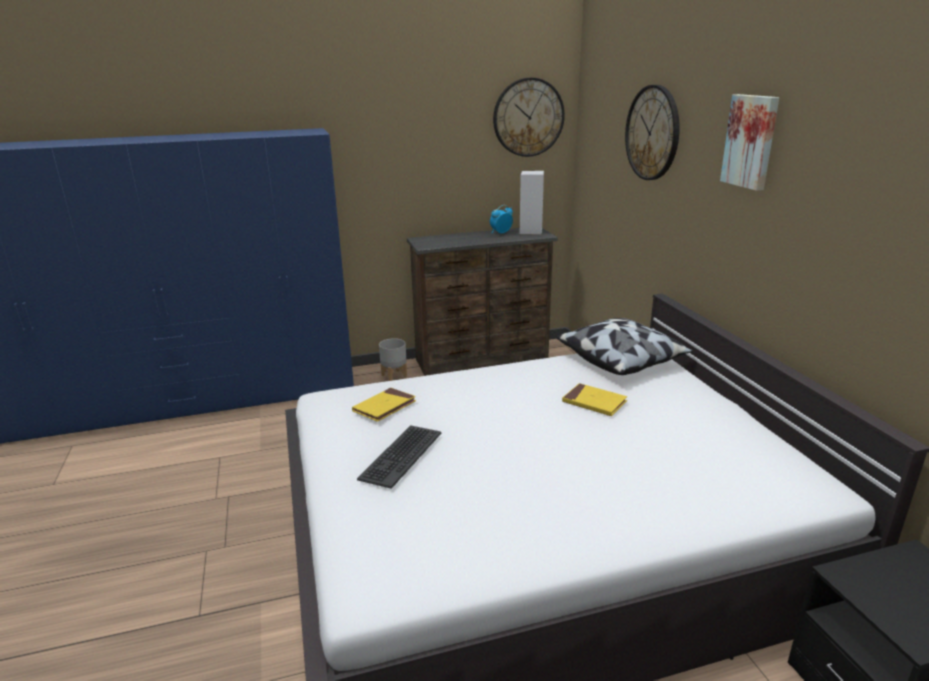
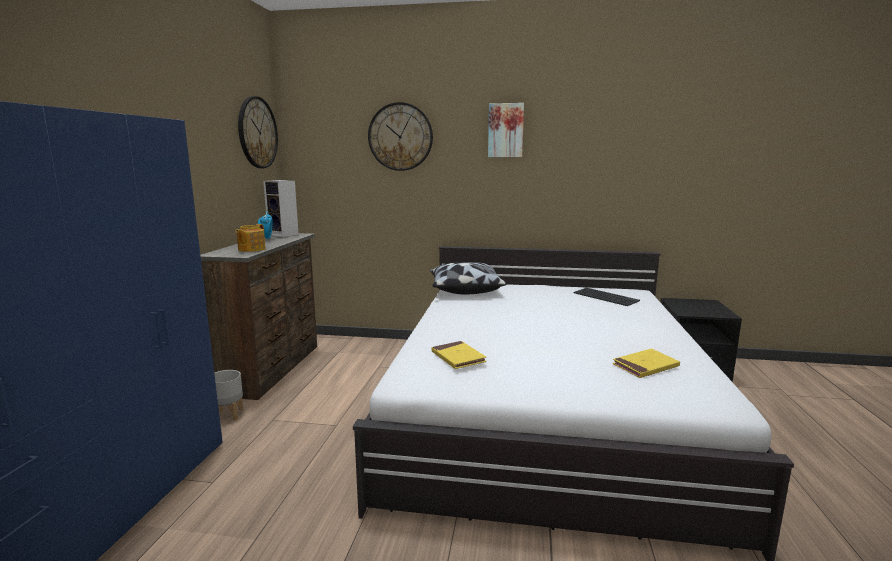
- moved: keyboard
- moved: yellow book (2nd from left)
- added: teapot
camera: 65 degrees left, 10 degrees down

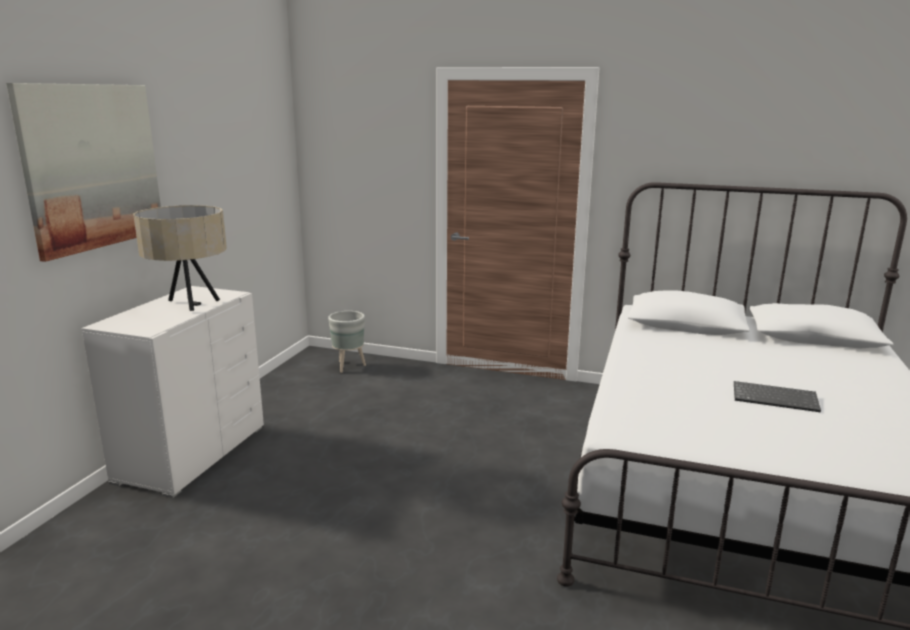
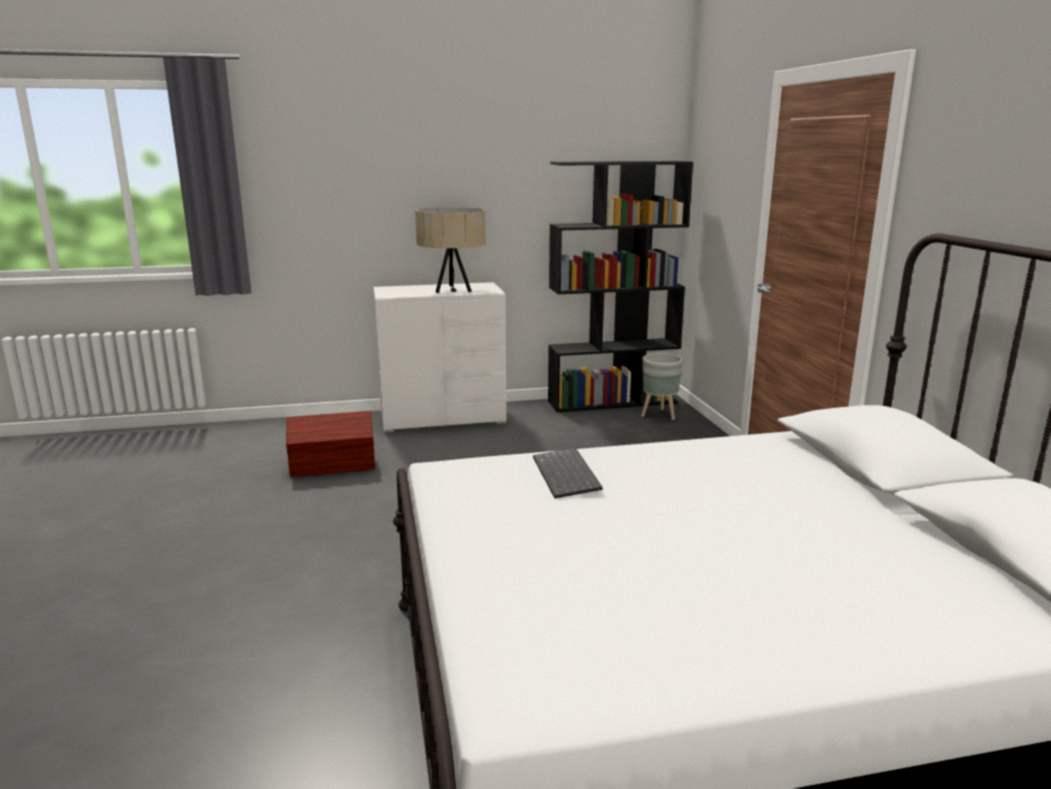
- removed: picture
- moved: keyboard
- added: brown storage box
- added: black bookcase
camera: 60 degrees right, 0 degrees up

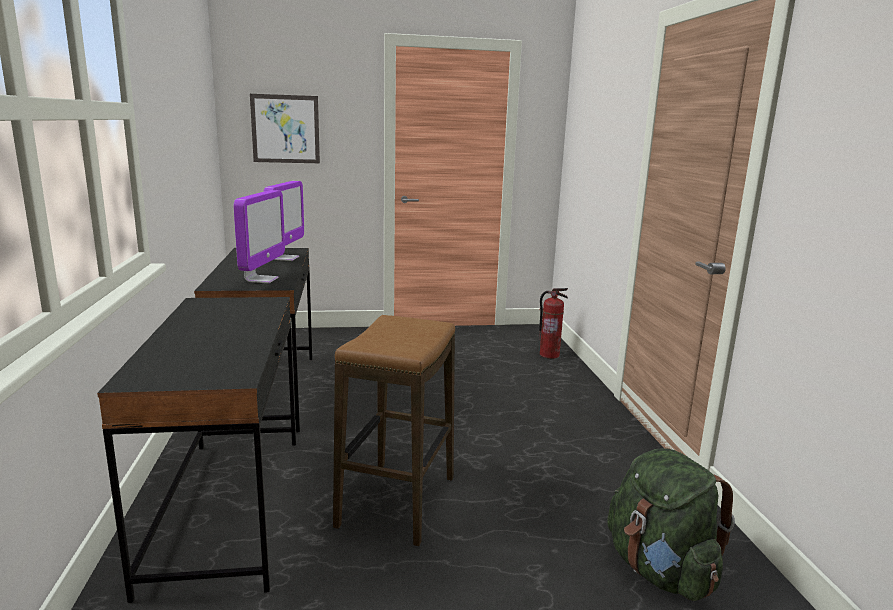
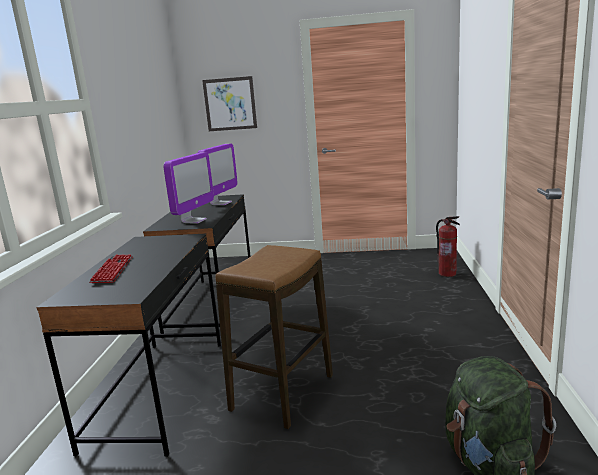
- added: keyboard
camera: 15 degrees right, 0 degrees up

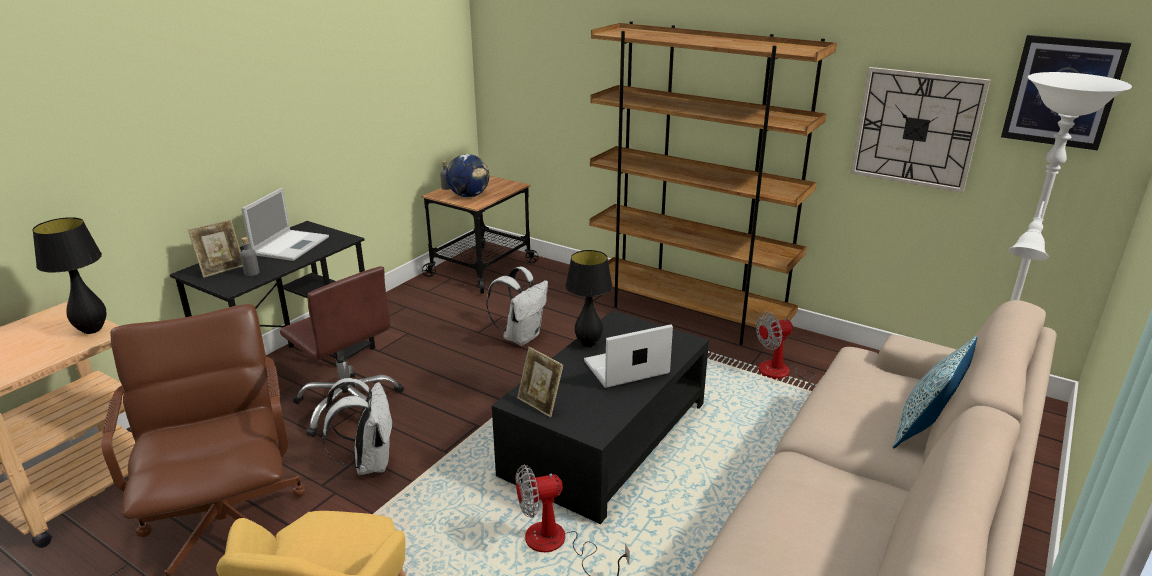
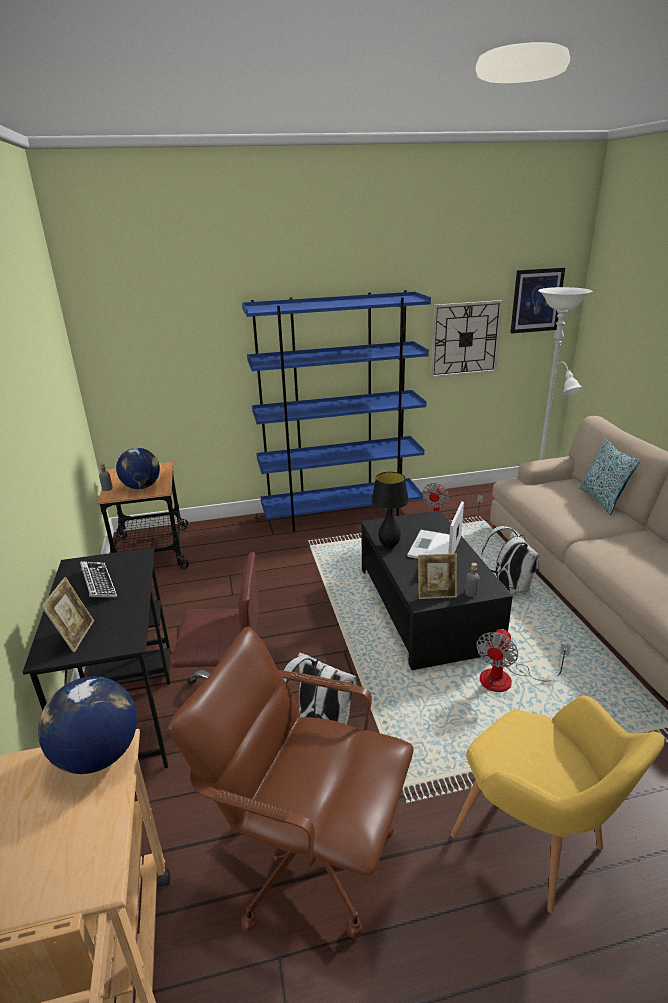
- replaced: black table lamp (1st from left) to globe (1st from left)
- moved: grey bottle (1st from left in the first image) to grey bottle (2nd from left)
- replaced: laptop (1st from left) to keyboard
- moved: white backpack (2nd from left)
- recoloured: brown bookcase to blue bookcase
camera: 45 degrees left, 0 degrees up

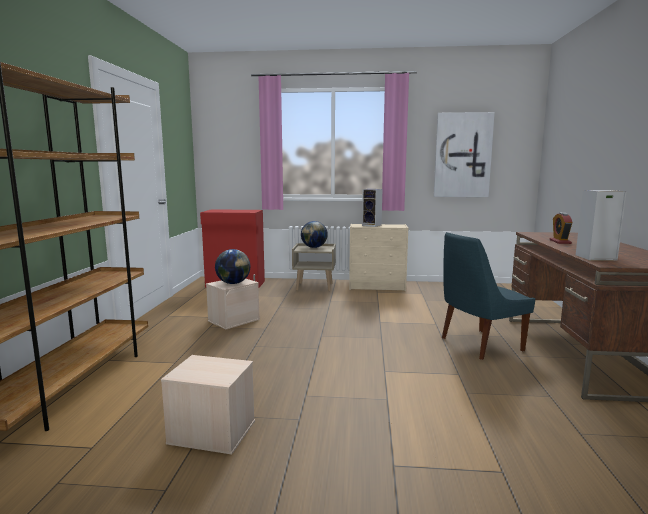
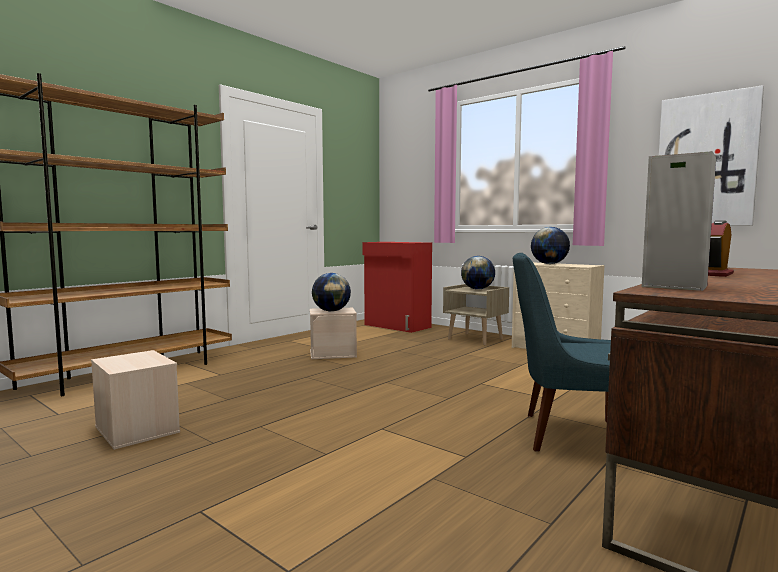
- replaced: speaker (1st from left) to globe (3rd from left)
camera: 35 degrees right, 5 degrees down

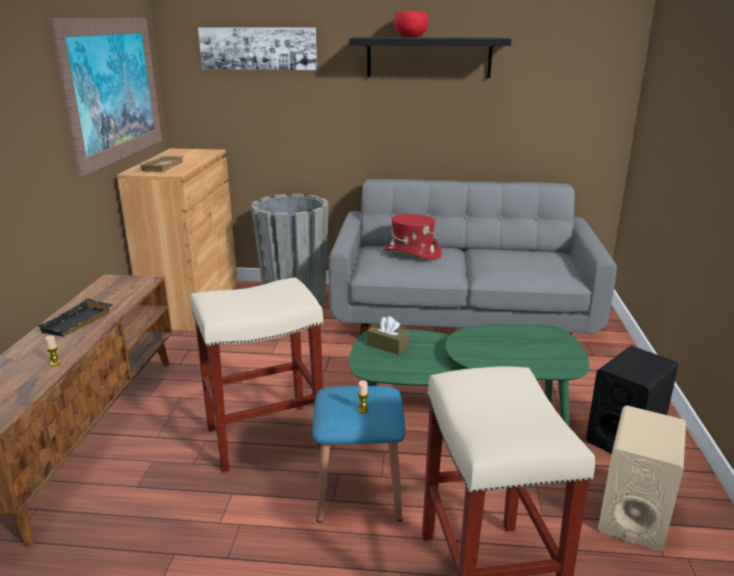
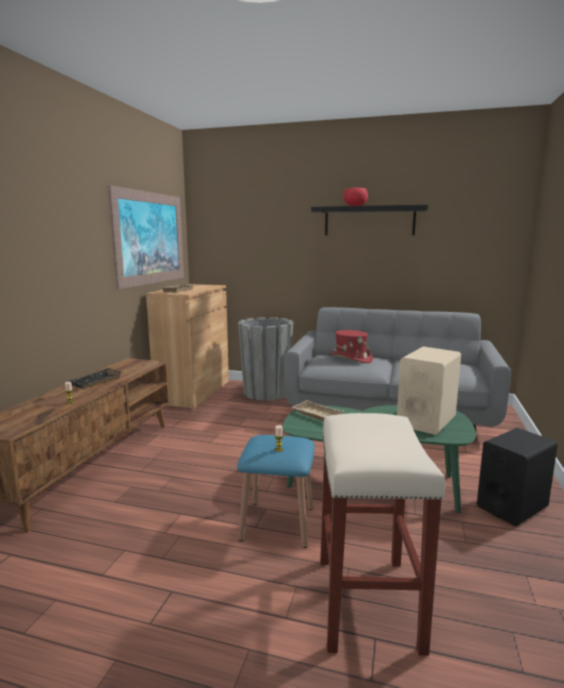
- removed: beige stool (1st from left)
- removed: picture (2nd from left)
- replaced: brown tissue box to beige tray (2nd from left)
- moved: beige speaker
camera: 10 degrees right, 10 degrees down

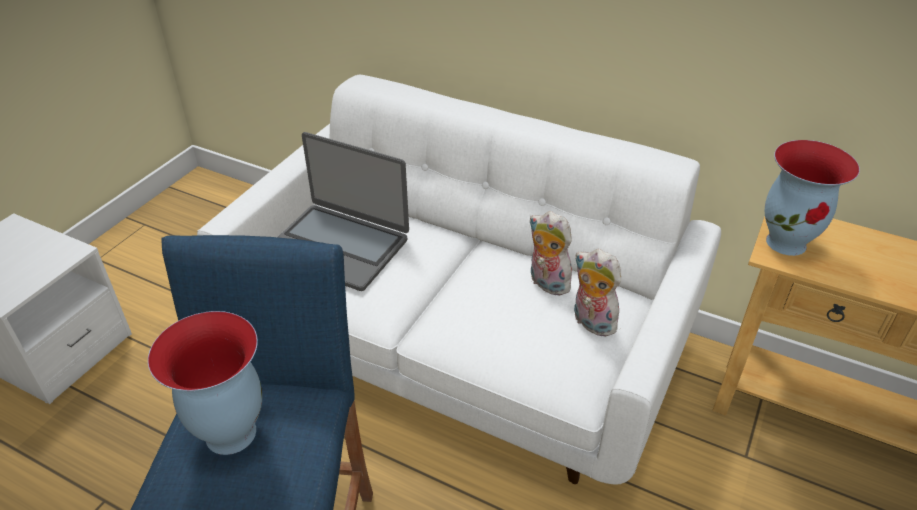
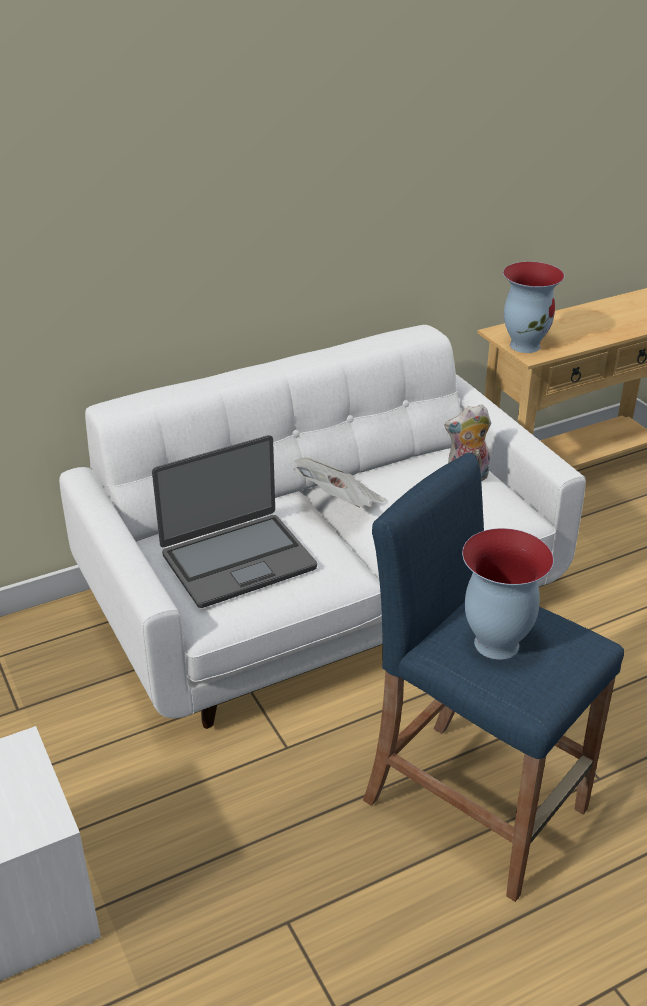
- removed: plush toy (1st from left)
- added: newspaper
camera: 55 degrees left, 5 degrees down

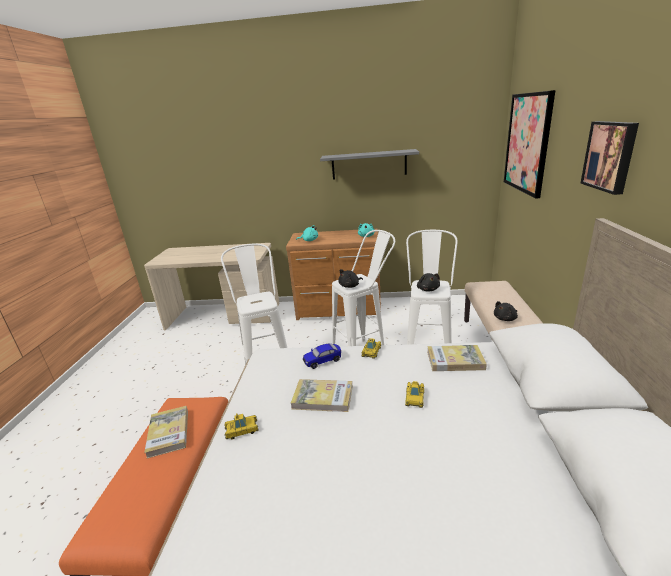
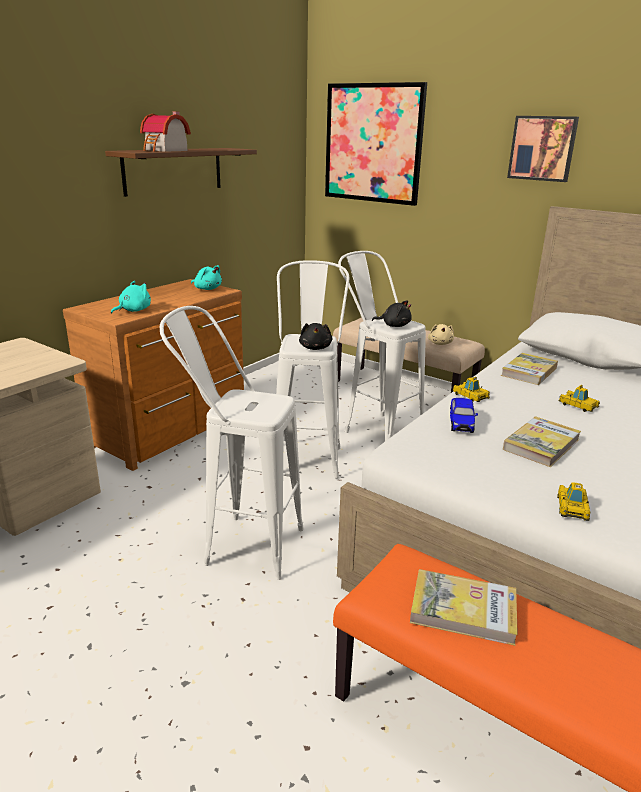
- recoloured: grey shelf to brown shelf
- recoloured: black plush toy (3rd from left) to beige plush toy
- added: toy house
camera: 60 degrees left, 0 degrees up

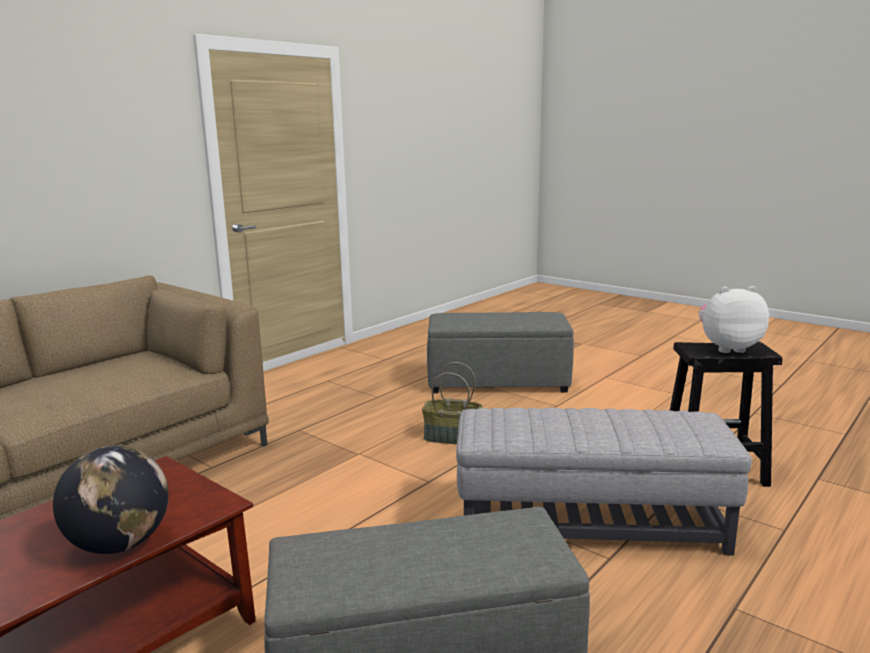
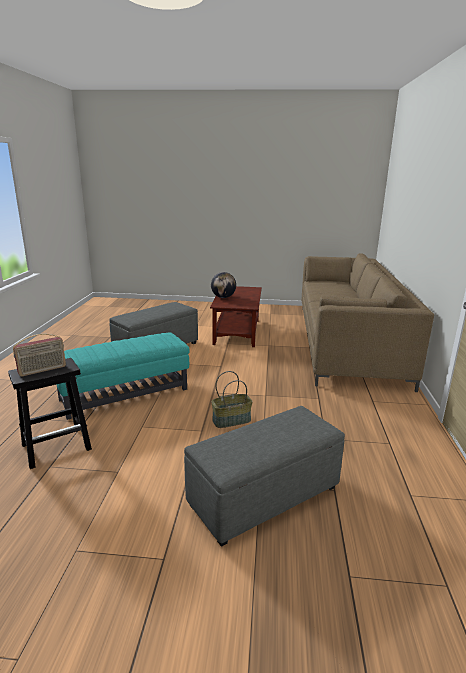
- recoloured: grey ottoman (3rd from left) to turquoise ottoman
- replaced: plush toy to radio
camera: 145 degrees right, 5 degrees up

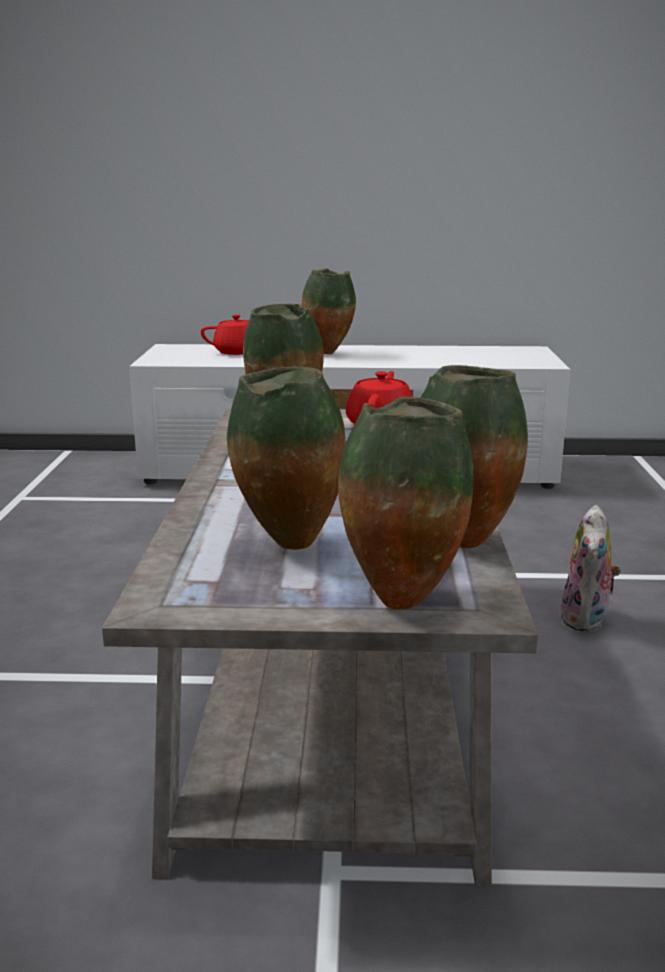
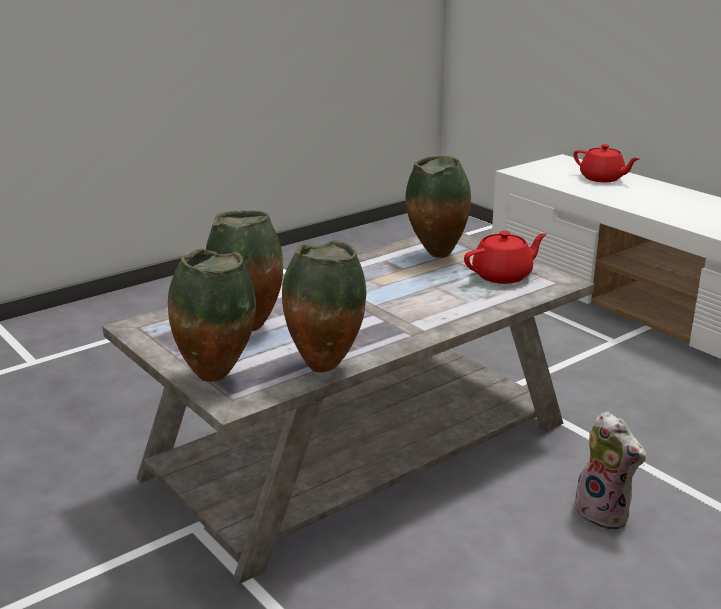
- removed: vase (3rd from left)
- turned: plush toy 105 degrees counterclockwise
camera: 50 degrees right, 5 degrees up

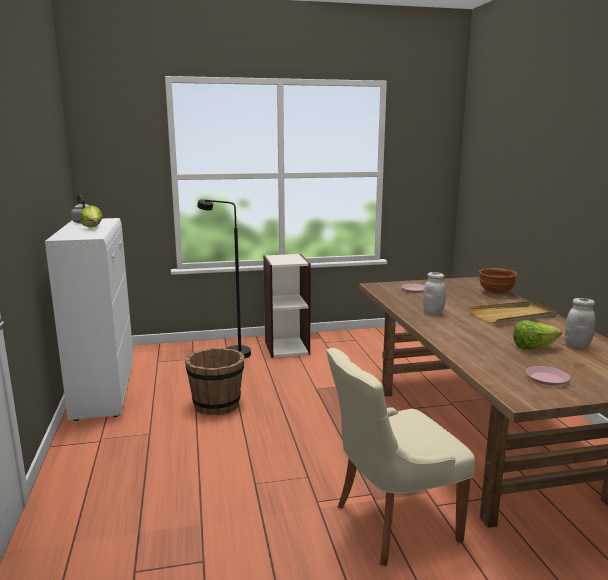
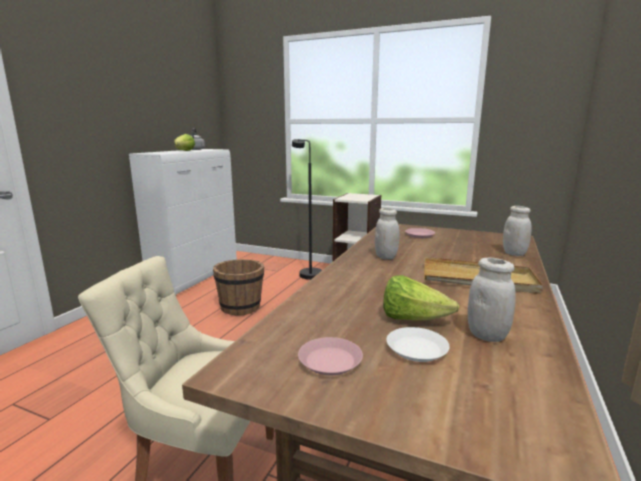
- replaced: brown bowl to white jar (3rd from left)
- added: white plate
camera: 35 degrees right, 0 degrees up

